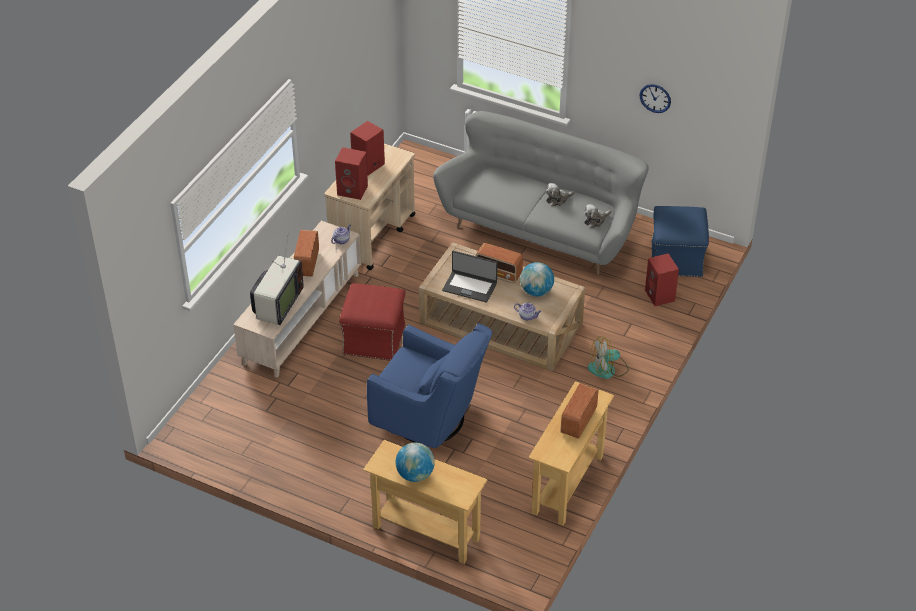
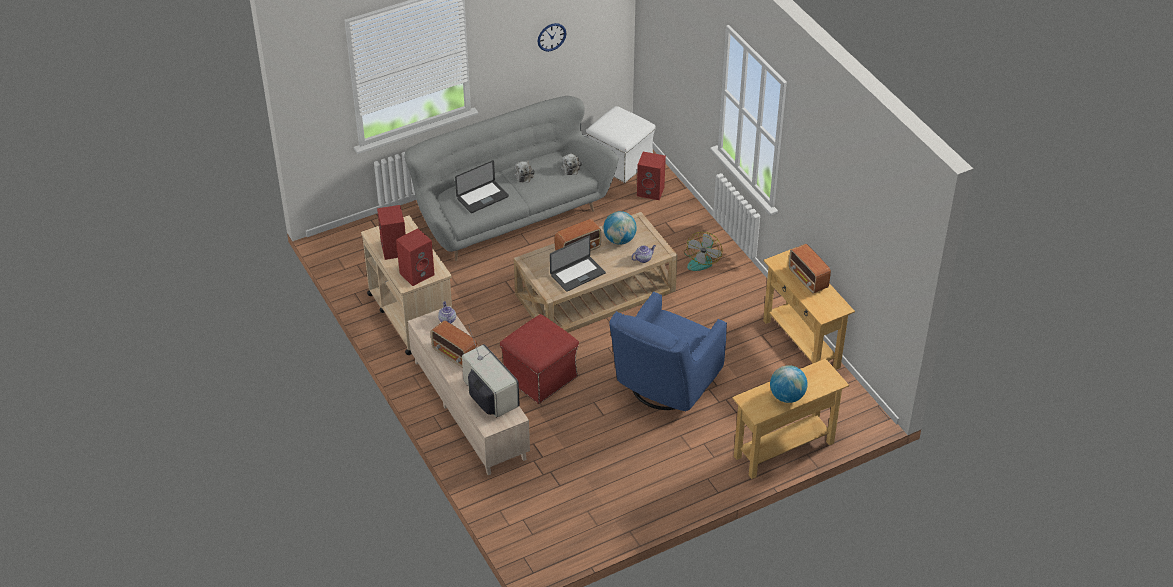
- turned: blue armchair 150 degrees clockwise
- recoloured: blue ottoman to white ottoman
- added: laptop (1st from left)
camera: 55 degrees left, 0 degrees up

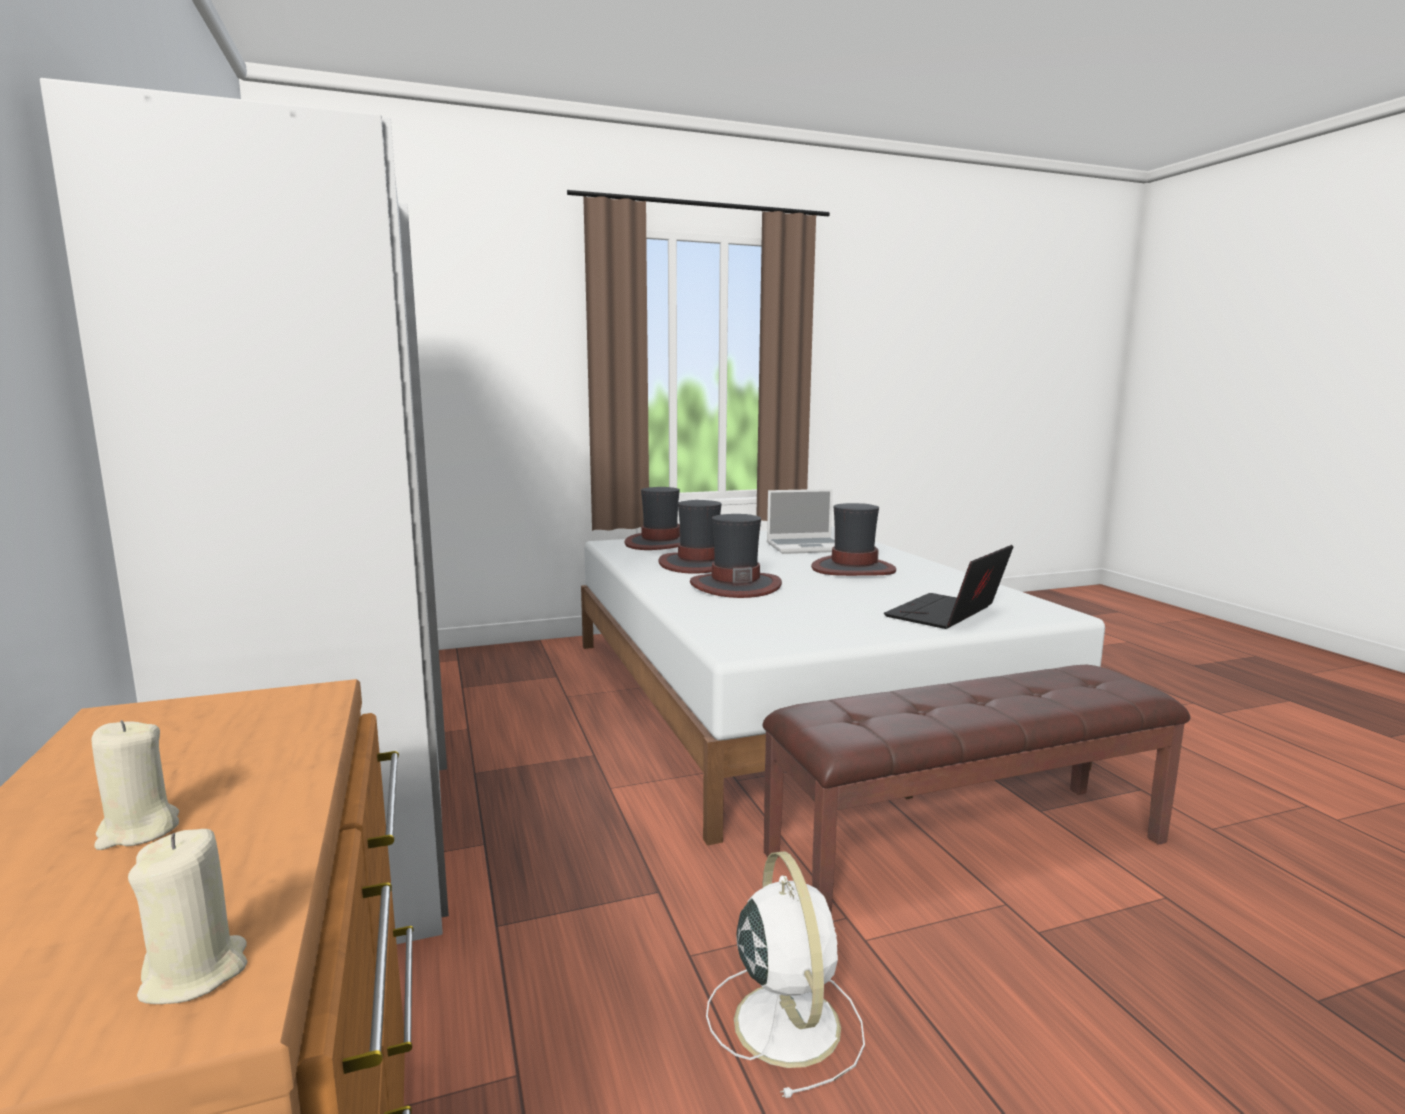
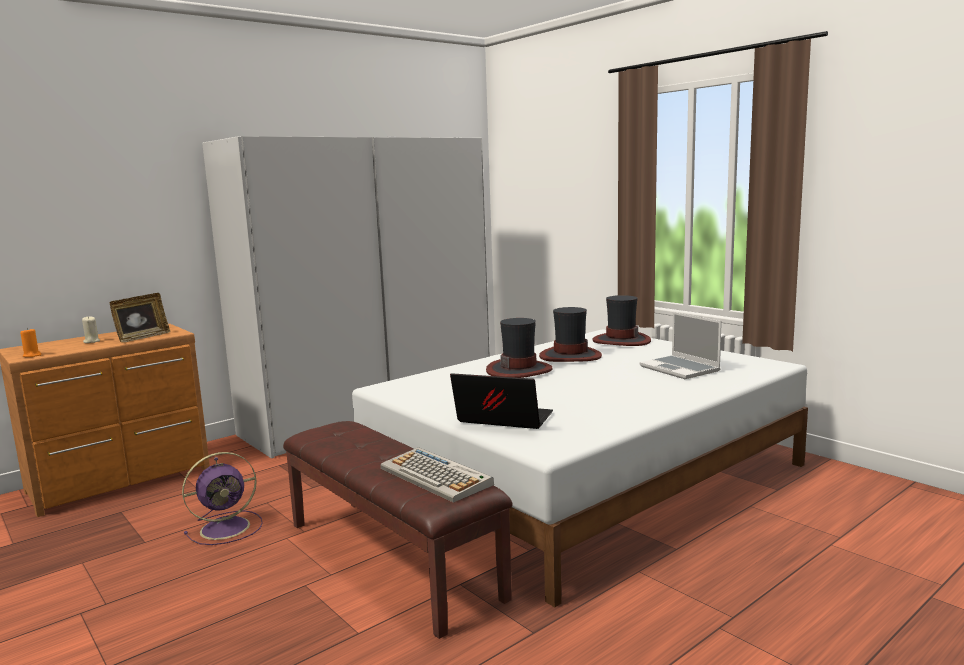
- recoloured: beige candle (2nd from left) to orange candle
- recoloured: white fan to purple fan
- removed: hat (4th from left)
- added: picture frame
- added: keyboard
camera: 70 degrees right, 0 degrees up

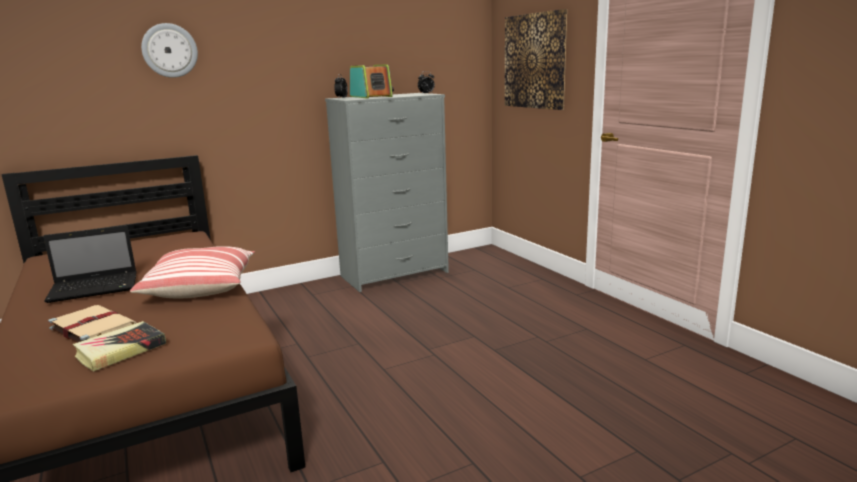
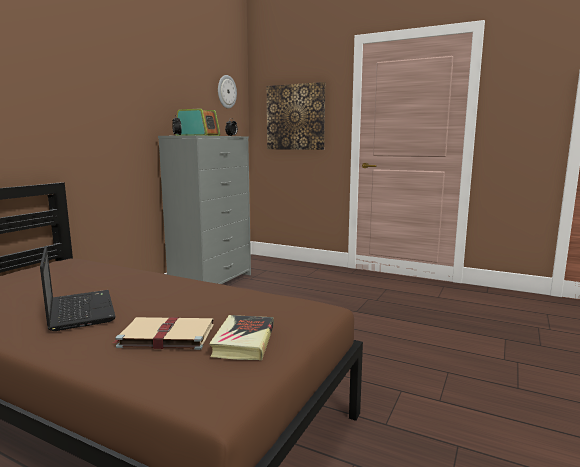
- turned: laptop 60 degrees counterclockwise
- removed: pillow
- moved: wall clock
camera: 35 degrees left, 5 degrees down

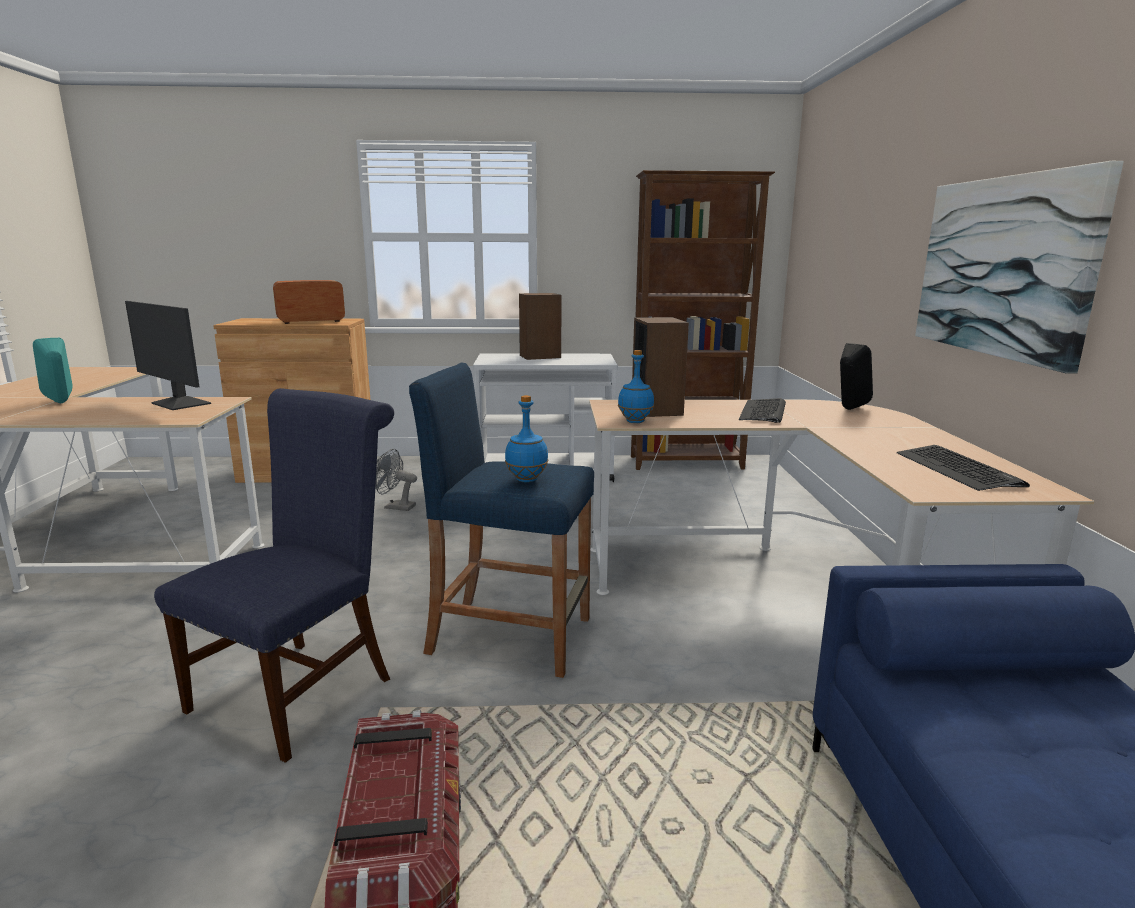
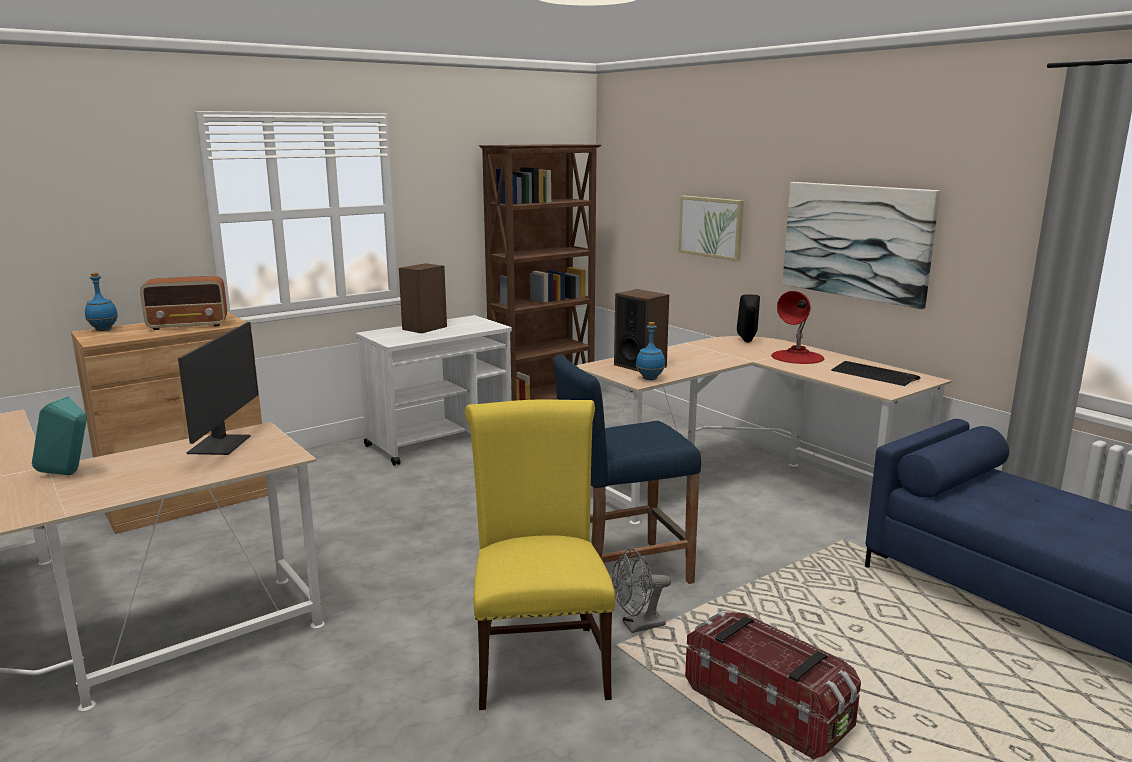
- turned: monitor 90 degrees counterclockwise
- recoloured: blue chair to yellow chair
- turned: radio 135 degrees counterclockwise
- moved: grey fan
- moved: blue bottle (1st from left)
- removed: keyboard (1st from left)
- added: picture (1st from left)
- added: red table lamp
camera: 35 degrees left, 0 degrees up

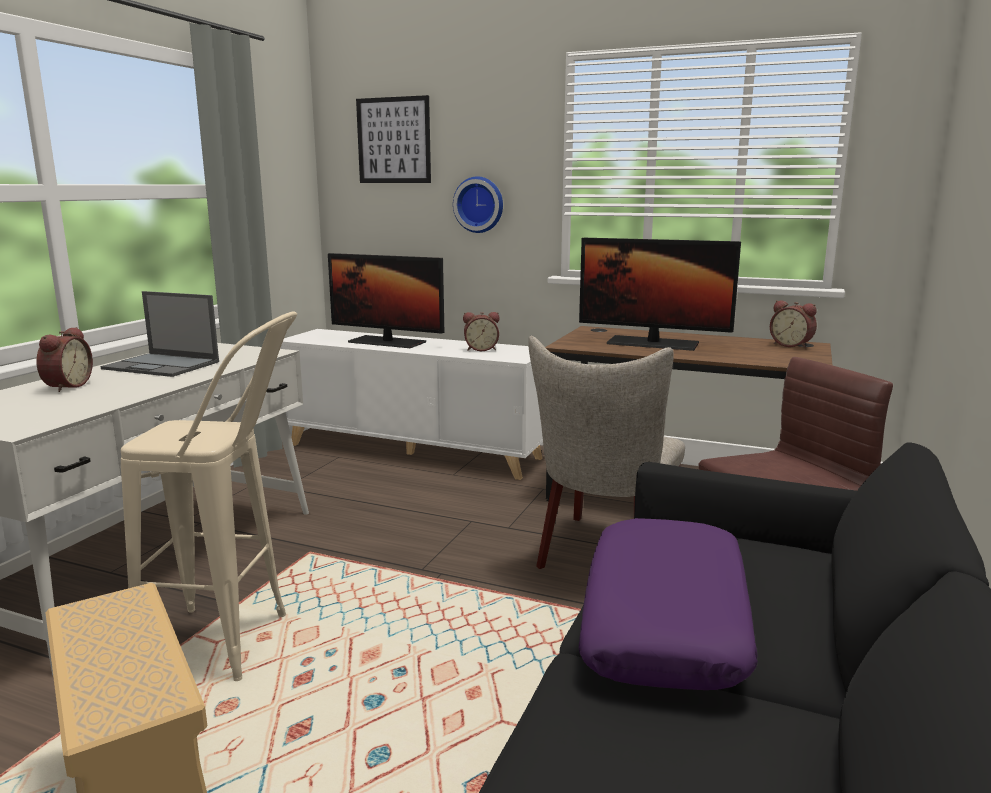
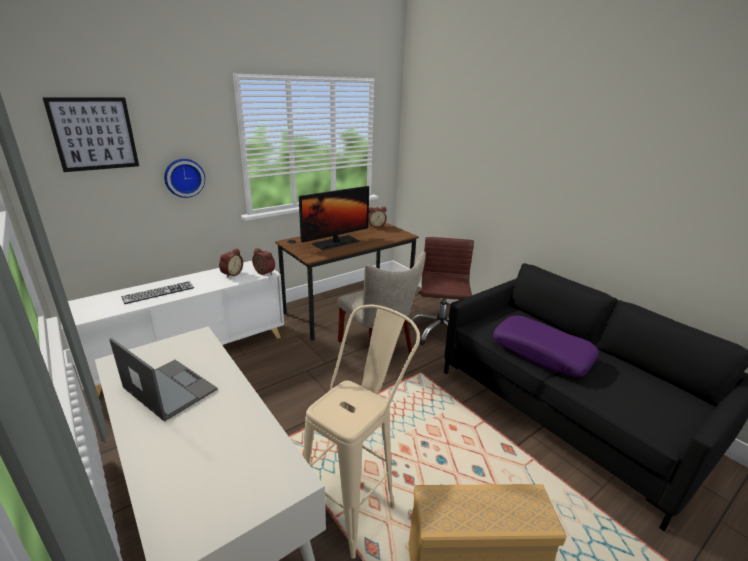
- moved: alarm clock (1st from left in the first image) to alarm clock (2nd from left)
- turned: laptop 105 degrees counterclockwise
- replaced: monitor (1st from left) to keyboard
camera: 60 degrees left, 10 degrees up

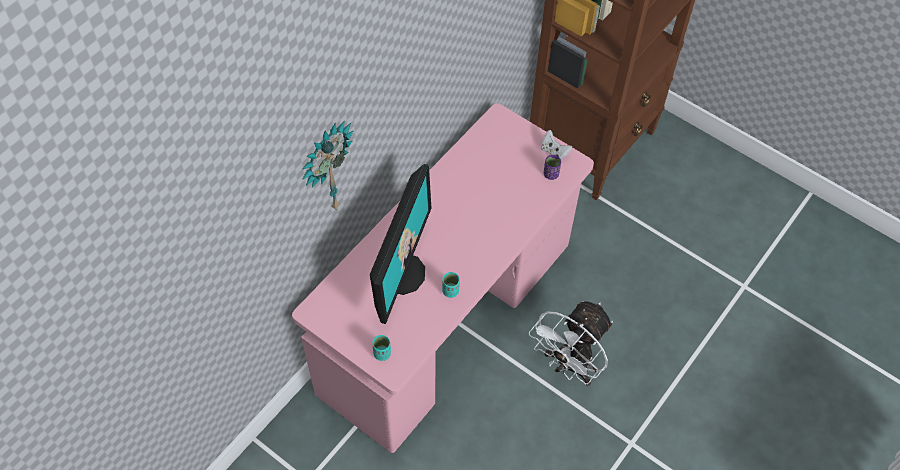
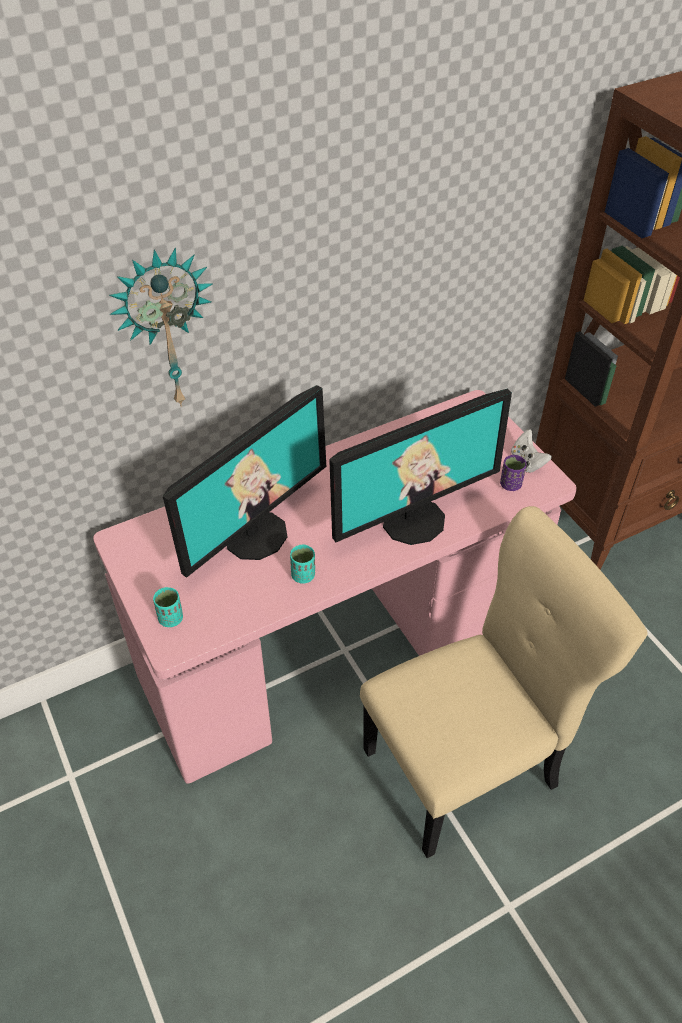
- replaced: white fan to beige chair
- added: monitor (2nd from left)
camera: 25 degrees right, 10 degrees down

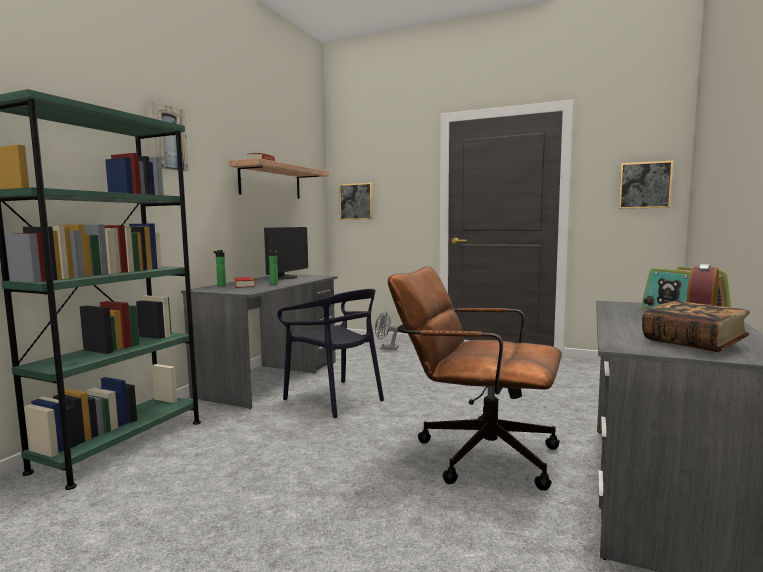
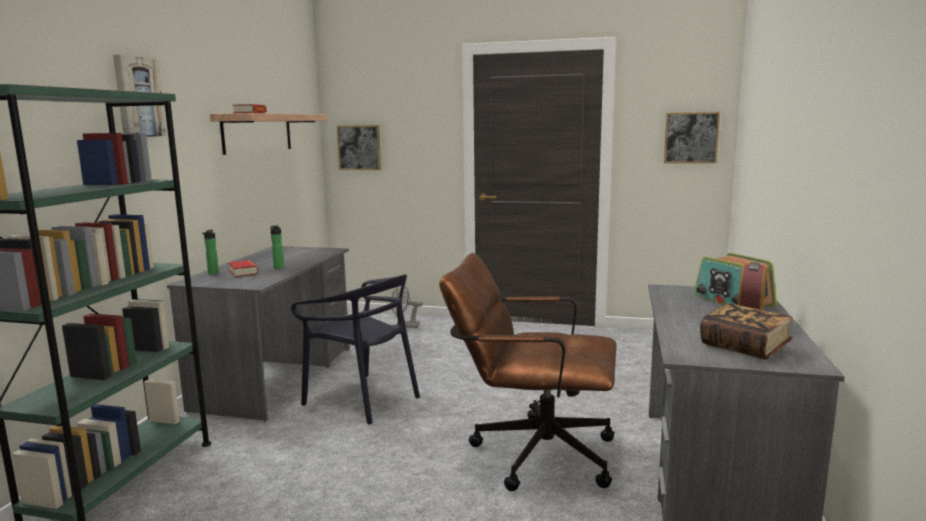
- removed: monitor
camera: 10 degrees left, 5 degrees up

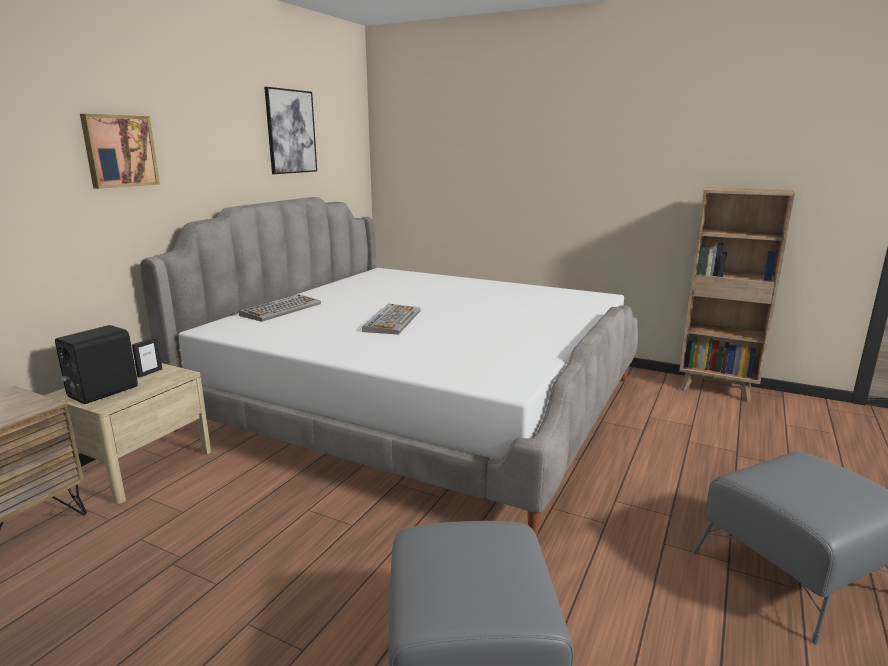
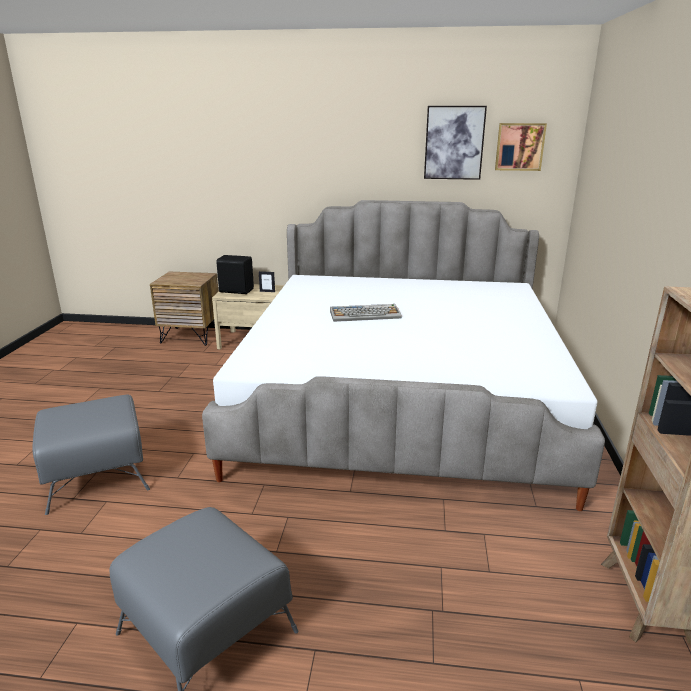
- moved: picture (1st from left in the first image) to picture (2nd from left)
- removed: keyboard (1st from left)
camera: 70 degrees right, 5 degrees up

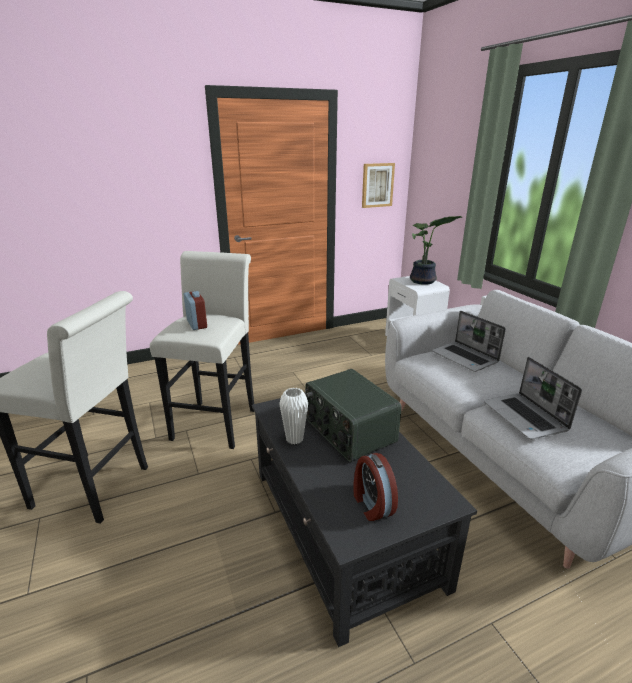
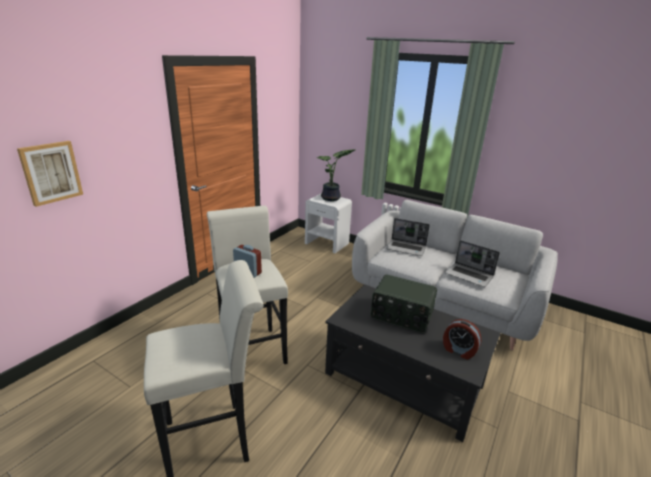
- removed: white vase
- moved: picture
camera: 35 degrees left, 0 degrees up

